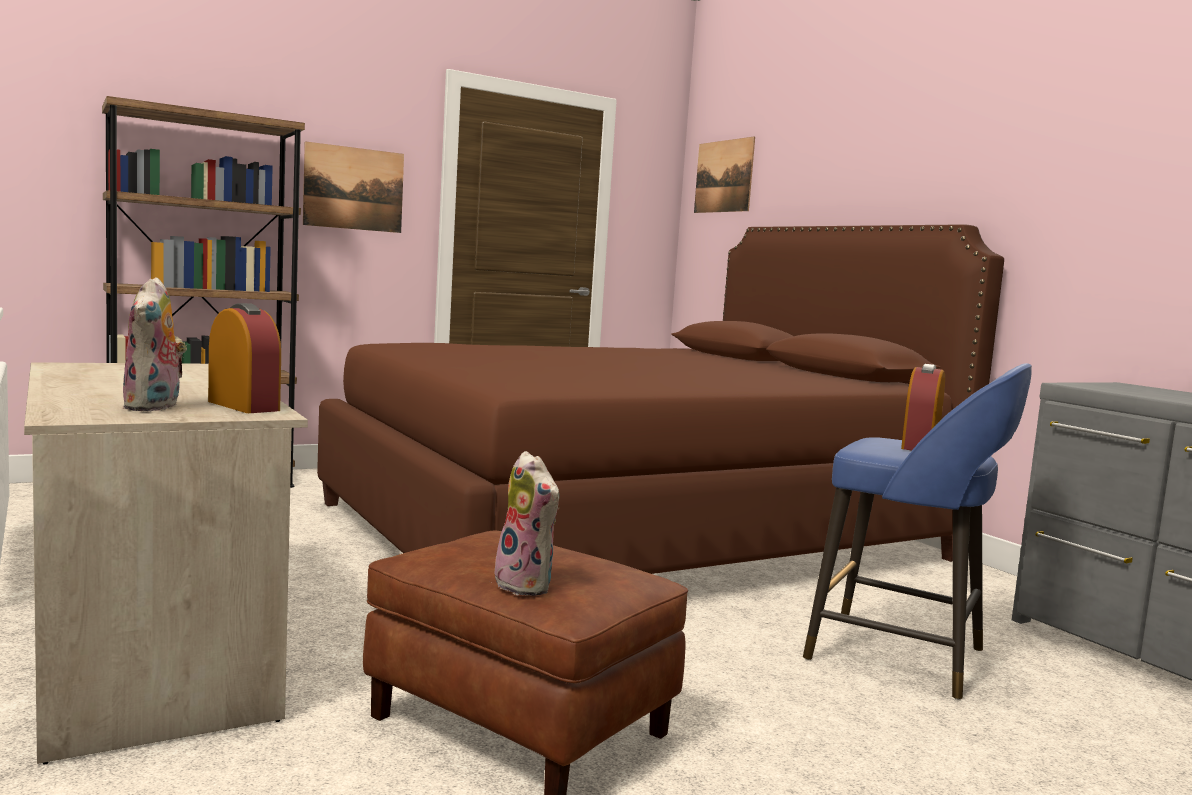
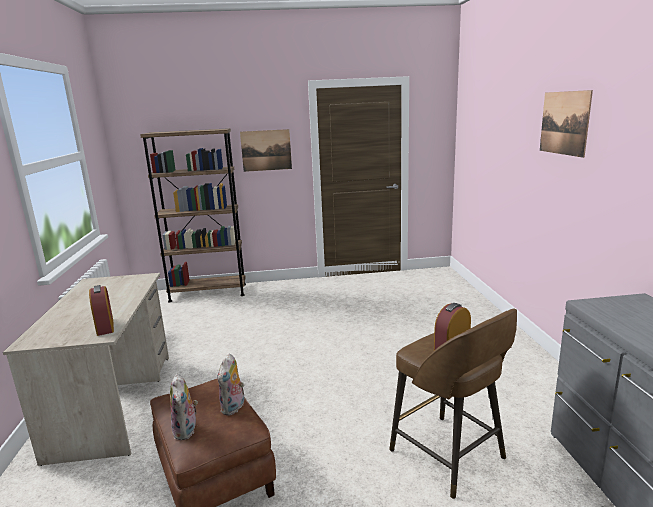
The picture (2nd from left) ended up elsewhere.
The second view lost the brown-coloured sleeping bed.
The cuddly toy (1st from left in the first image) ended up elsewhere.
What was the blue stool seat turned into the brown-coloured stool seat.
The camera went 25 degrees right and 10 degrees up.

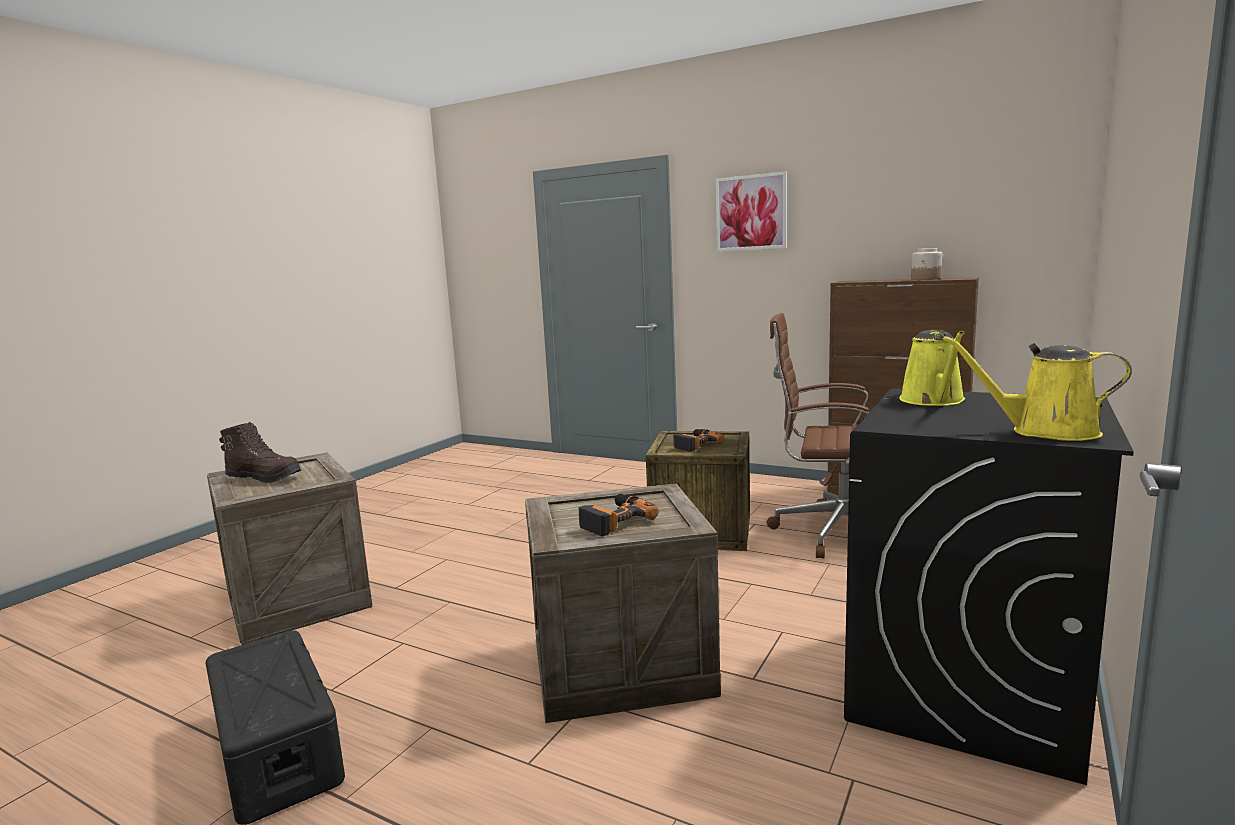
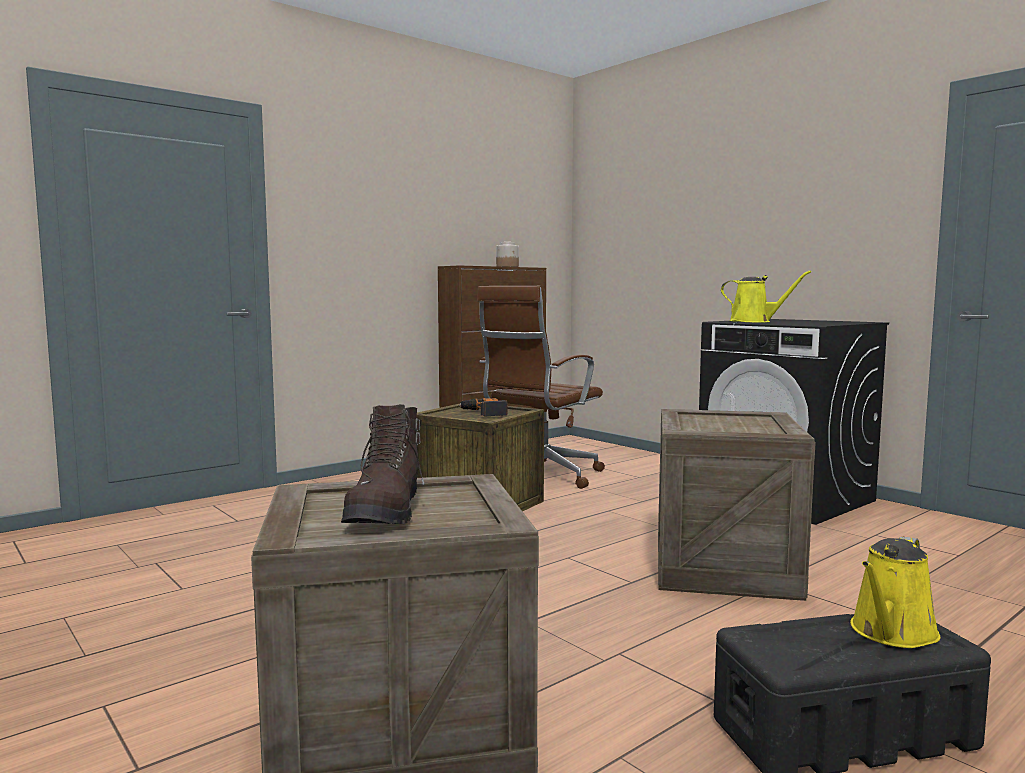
The second view lost the picture.
The yellow-coloured sprinkling can (2nd from left) ended up elsewhere.
The brown-coloured boot ended up facing another way, 150 degrees clockwise from before.
The second view lost the electric drill (1st from left).
The camera went 70 degrees left and 5 degrees down.

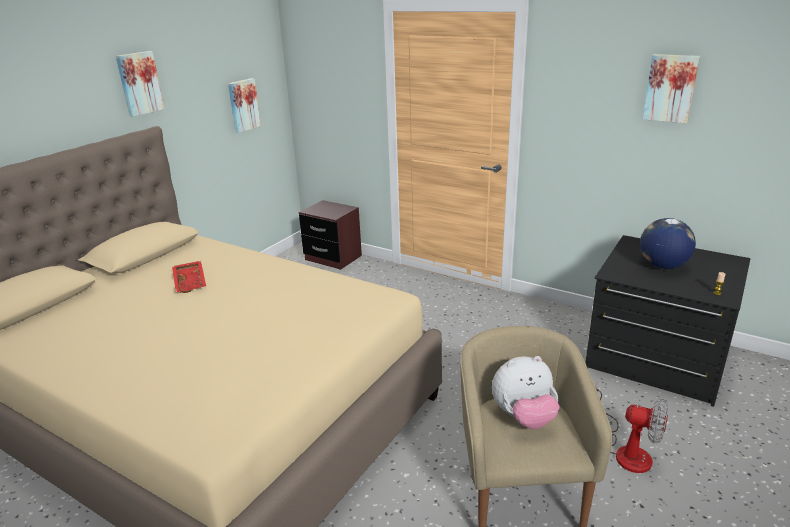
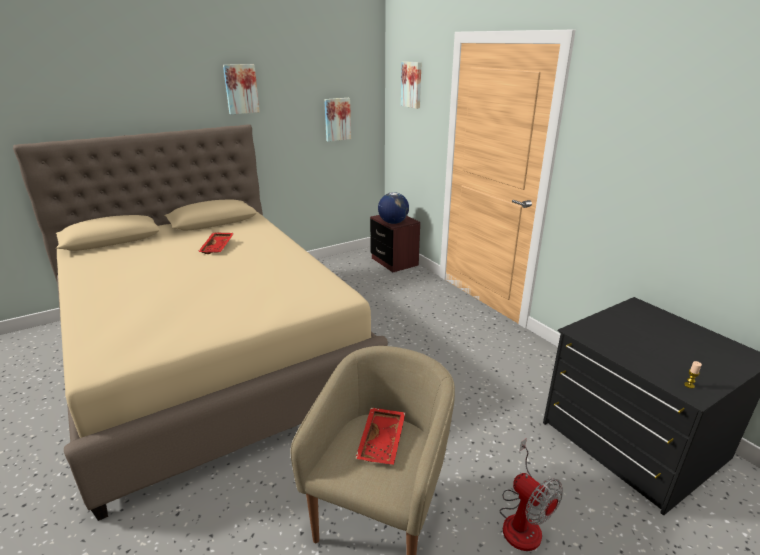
The picture (3rd from left) ended up elsewhere.
The world globe ended up elsewhere.
Where the cuddly toy stood, the red tray (2nd from left) came to stand.
The camera went 25 degrees right and 0 degrees up.

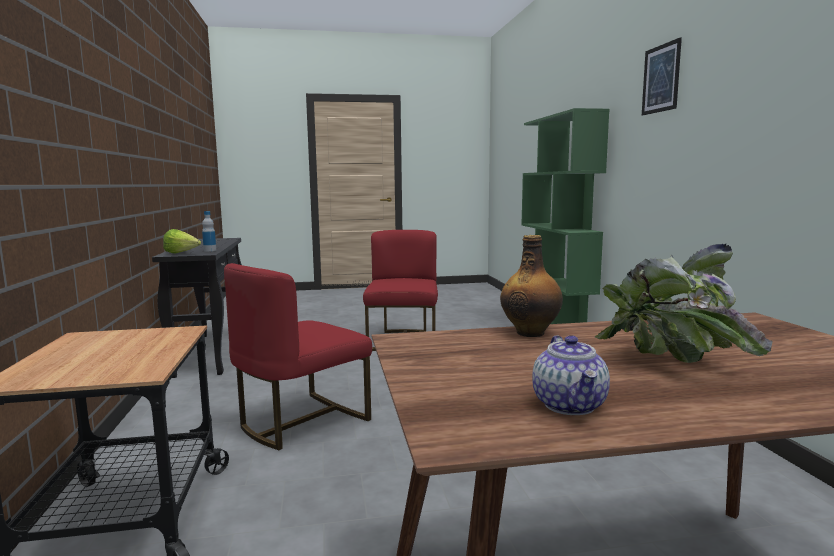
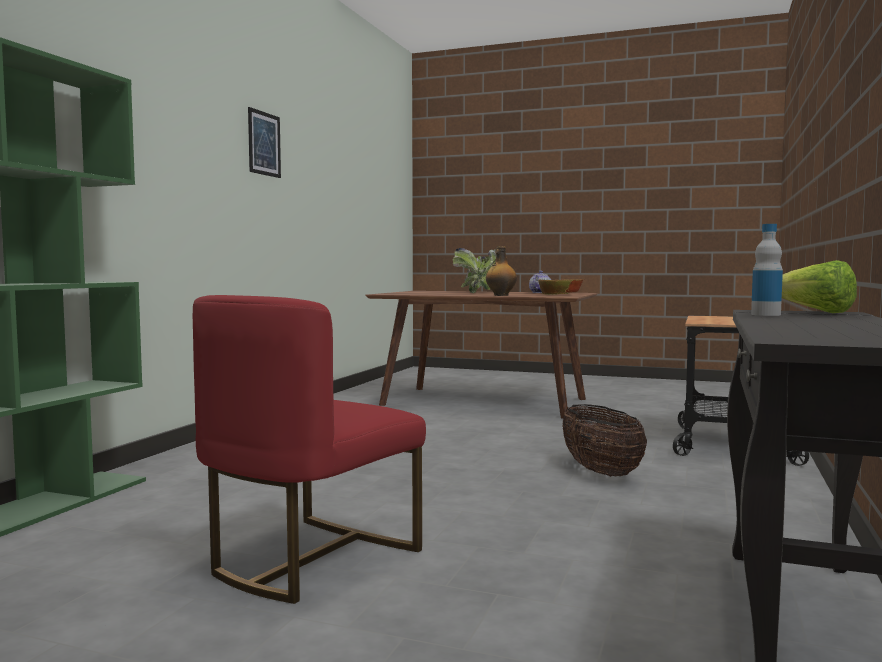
The picture ended up elsewhere.
Where the red chair (1st from left) stood, the basket came to stand.
The second view gained the serving bowl.
The camera went 150 degrees left and 5 degrees down.

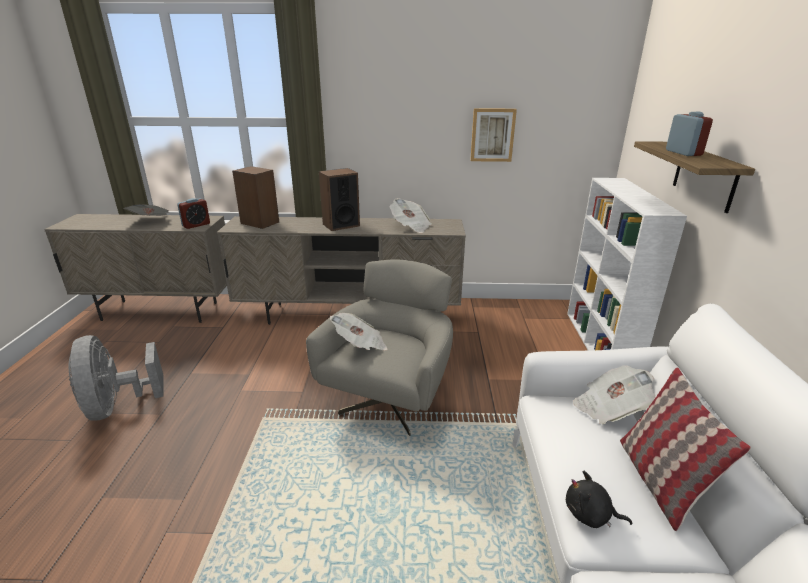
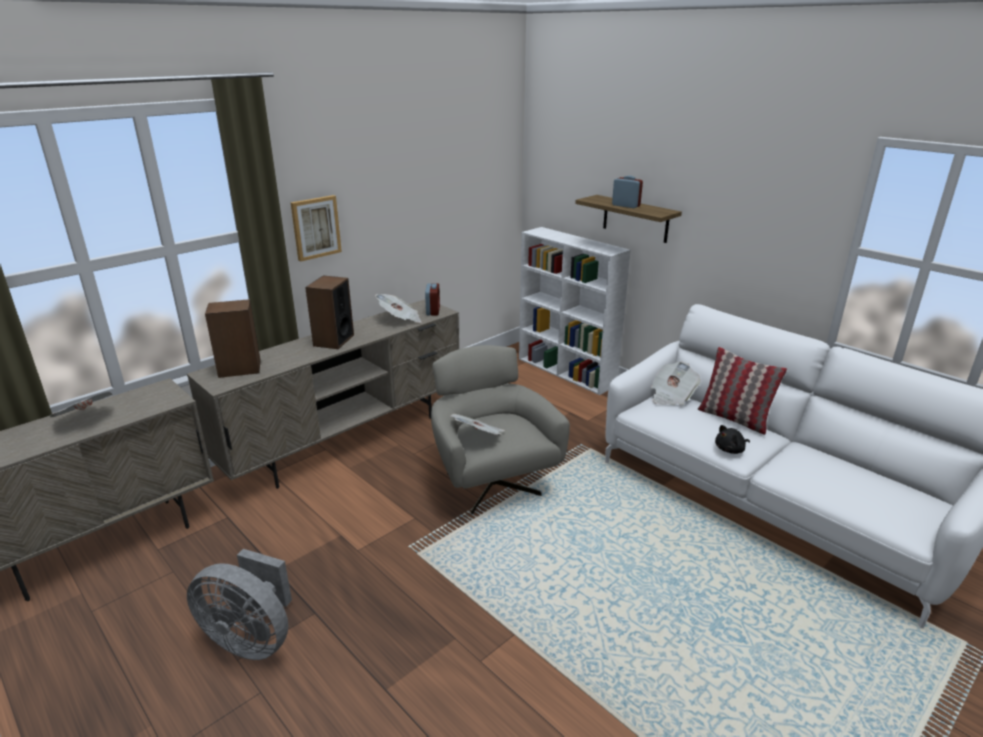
The picture ended up elsewhere.
The alarm clock (1st from left) ended up elsewhere.
The camera went 45 degrees left and 0 degrees up.

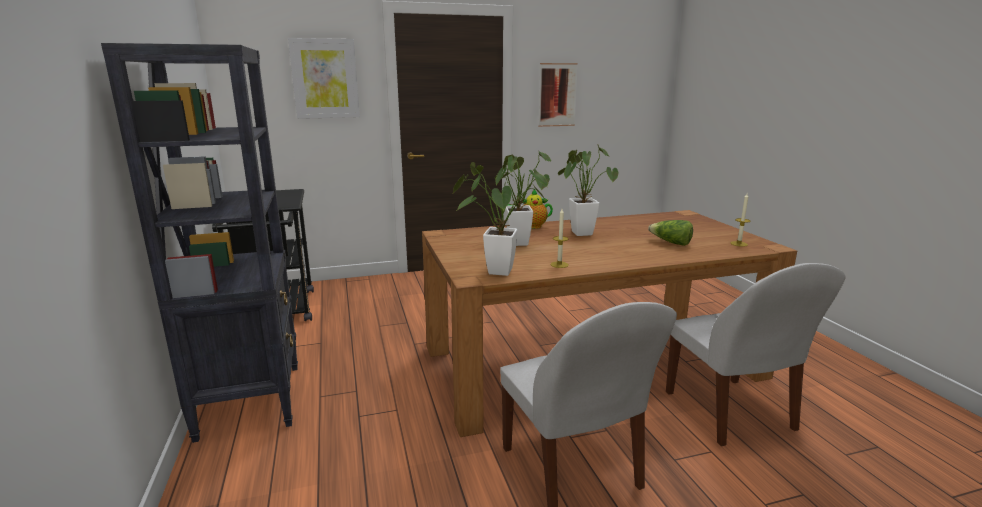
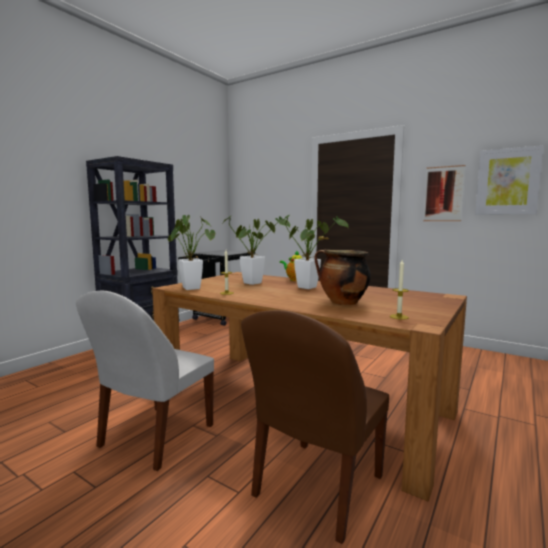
The picture (1st from left in the first image) ended up elsewhere.
Where the lettuce head stood, the stockpot came to stand.
What was the white chair (2nd from left) turned into the brown-coloured chair.
The camera went 50 degrees right and 10 degrees down.

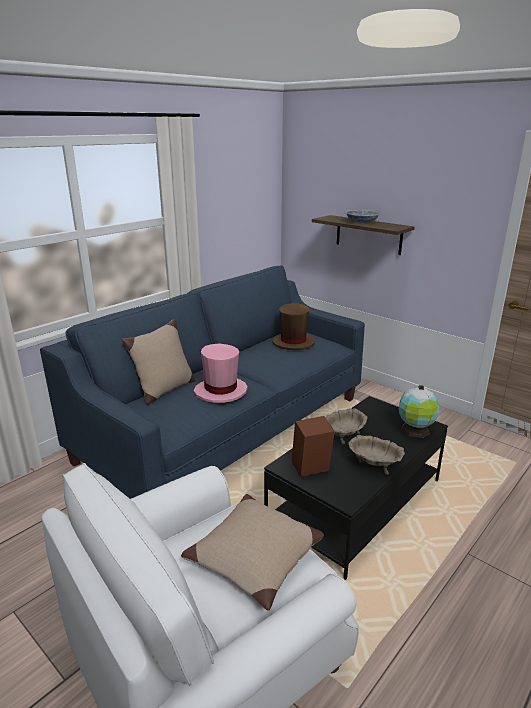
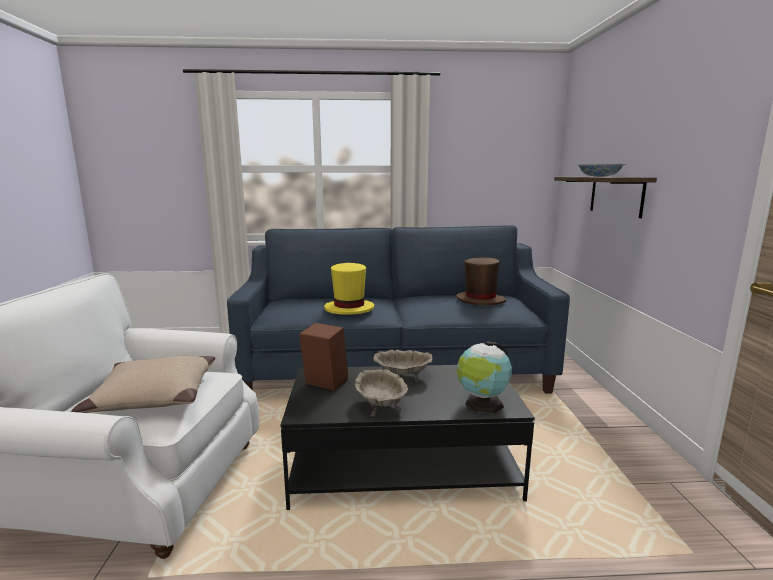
The second view lost the beige-coloured throw pillow (1st from left).
What was the pinkish clothing hat turned into the yellow-coloured clothing hat.
The camera went 45 degrees right and 10 degrees down.

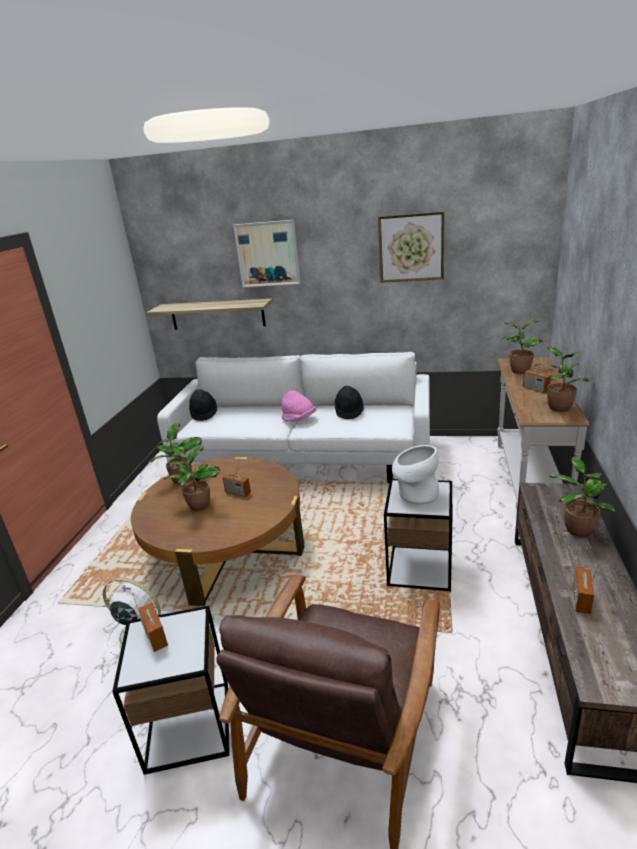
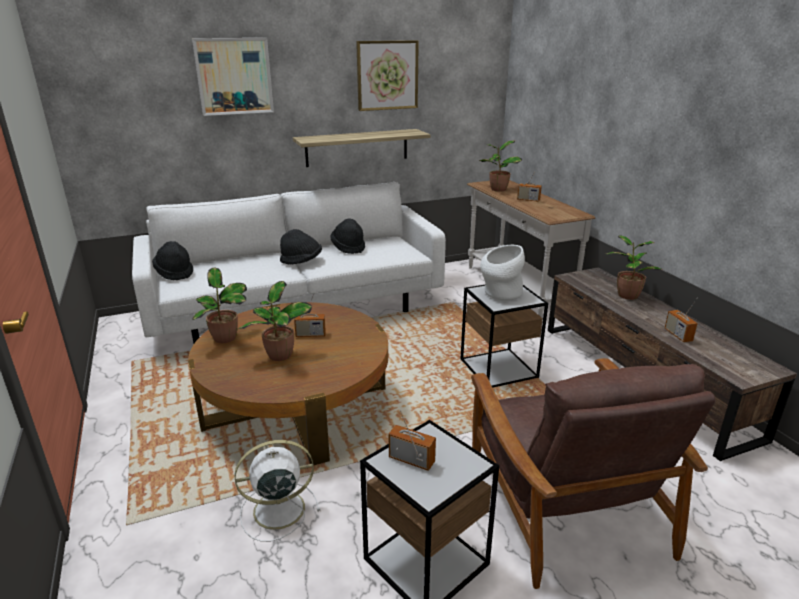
The bracket shelf ended up elsewhere.
The second view lost the potted plant (4th from left).
What was the pinkish clothing hat turned into the black clothing hat (2nd from left).
The camera went 35 degrees left and 0 degrees up.

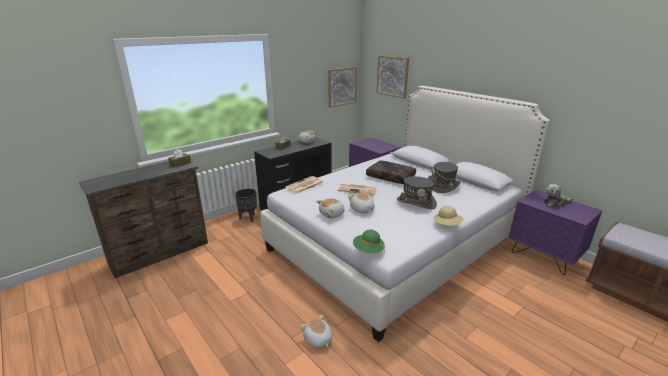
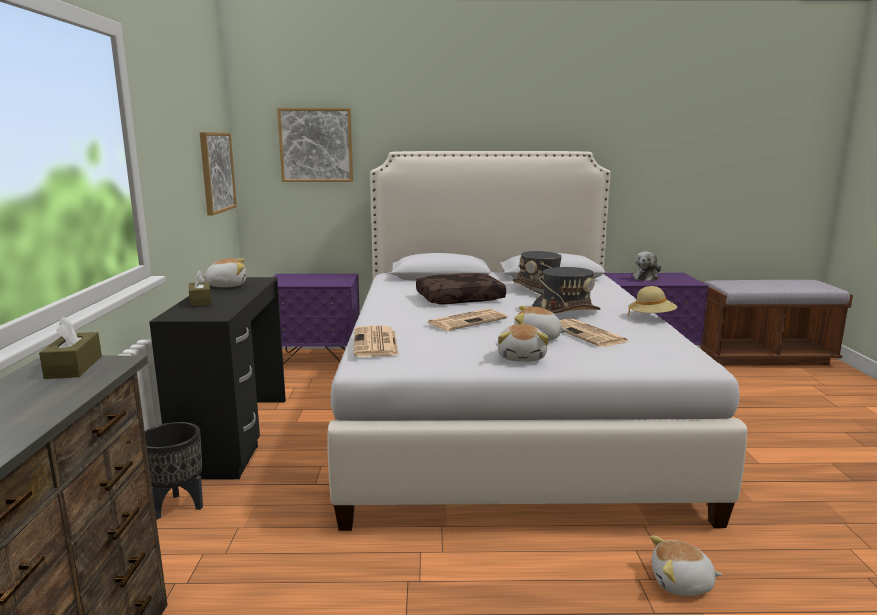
The second view lost the green clothing hat.
The second view gained the newspaper (3rd from left).
The camera went 50 degrees left and 10 degrees down.

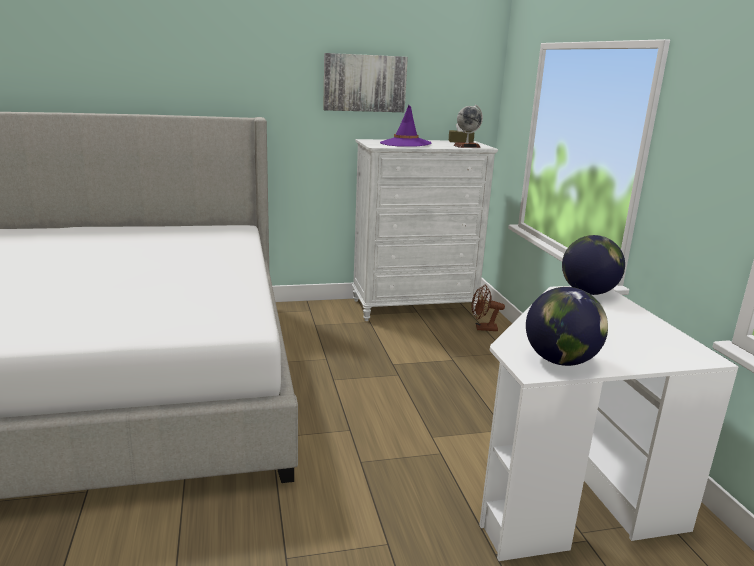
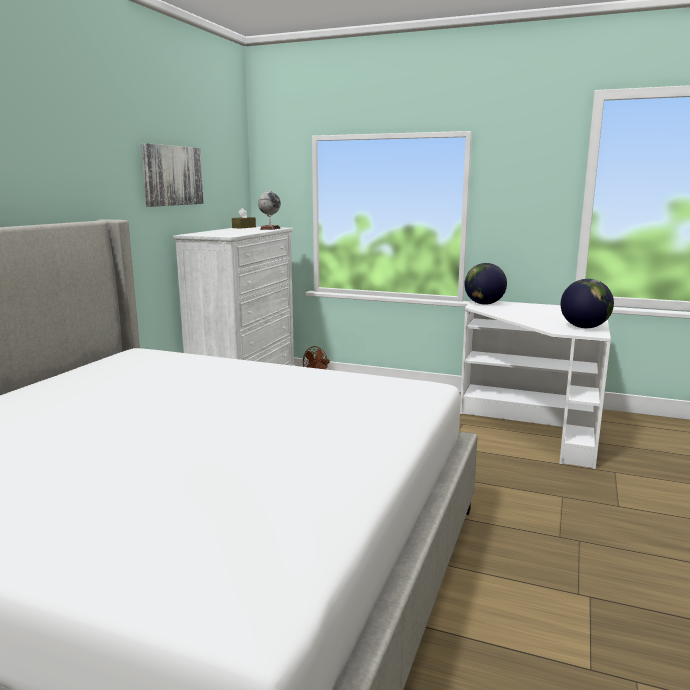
The second view lost the purplish clothing hat.
The camera went 55 degrees left and 5 degrees down.

